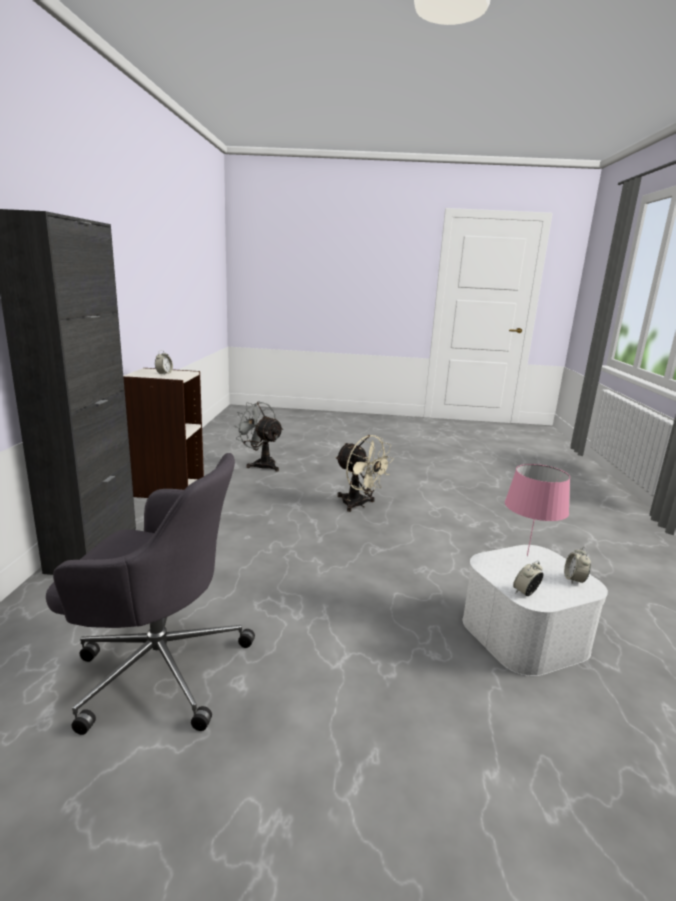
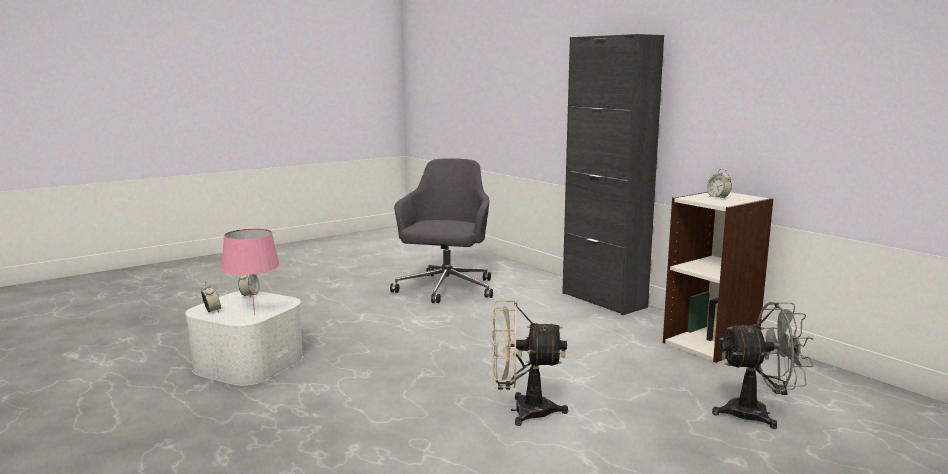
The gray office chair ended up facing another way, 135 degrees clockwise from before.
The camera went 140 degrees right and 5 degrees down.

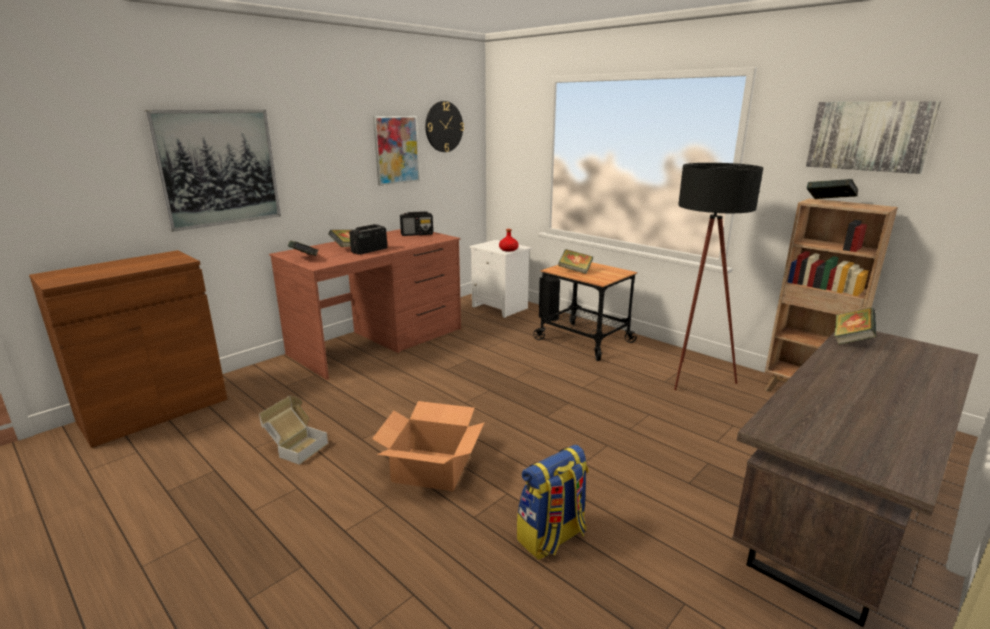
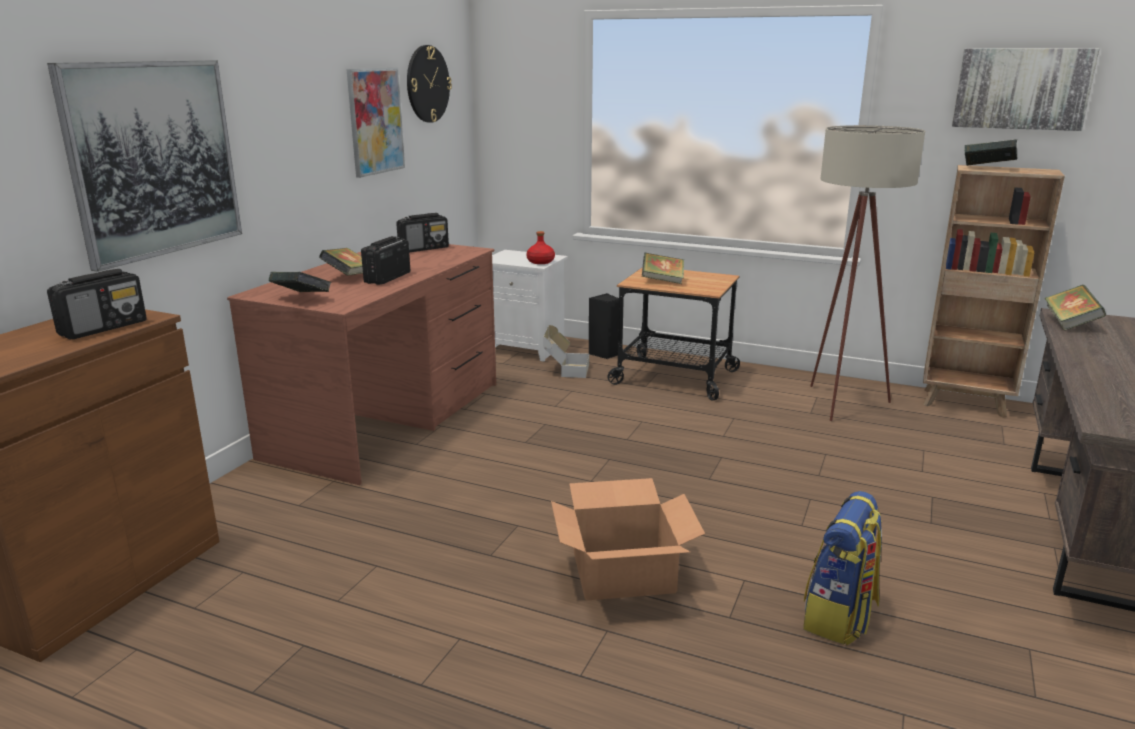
What was the black floor lamp turned into the beige-coloured floor lamp.
The carton (1st from left) ended up elsewhere.
The second view gained the radio receiver (1st from left).
The camera went 20 degrees left and 0 degrees up.

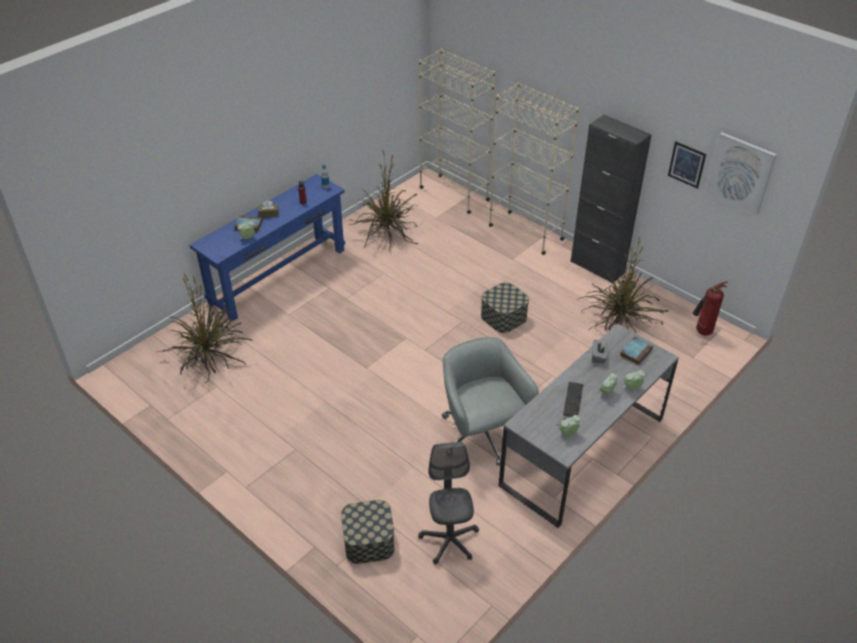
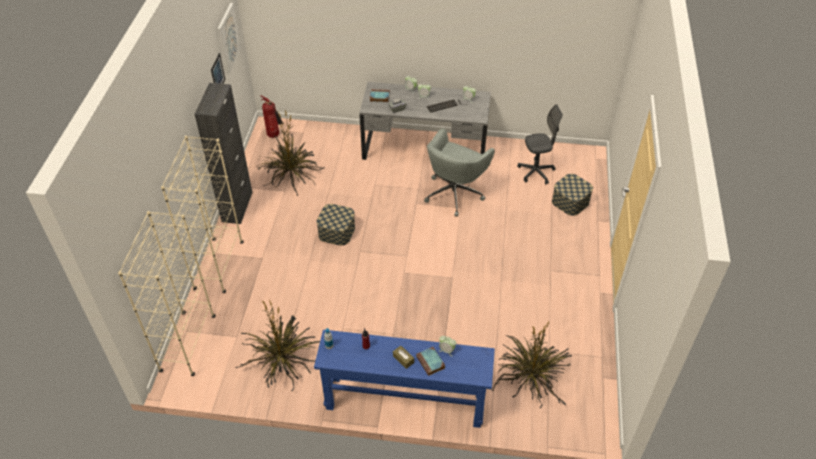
The gray office chair (1st from left in the first image) ended up facing another way, 150 degrees counterclockwise from before.
The camera went 125 degrees left and 5 degrees up.

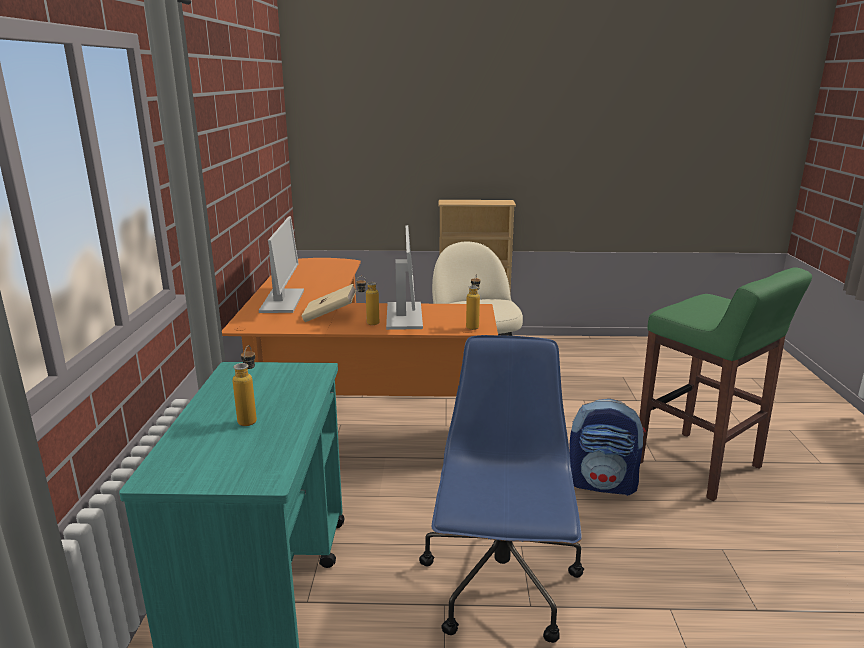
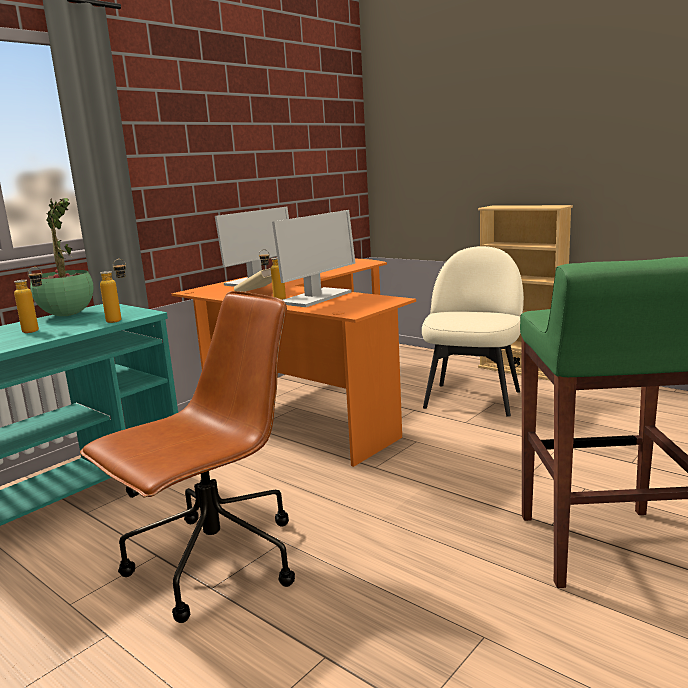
The beverage bottle (3rd from left in the first image) ended up elsewhere.
What was the blue office chair turned into the brown-coloured office chair.
The second view lost the backpack.
The second view gained the potted plant.
The camera went 40 degrees right and 5 degrees down.

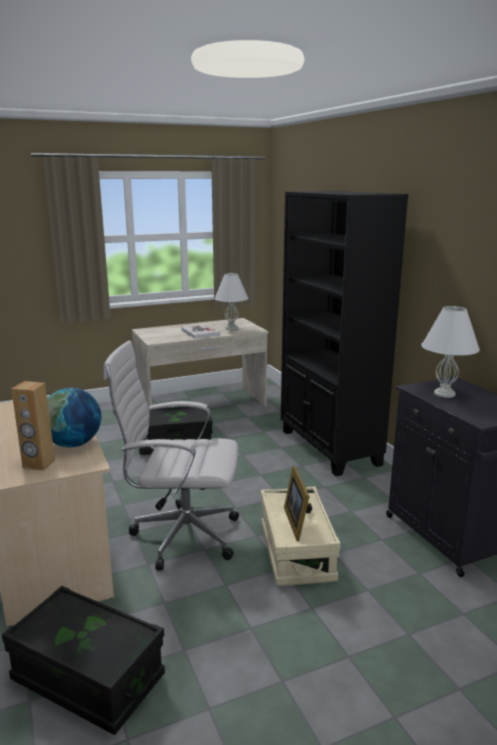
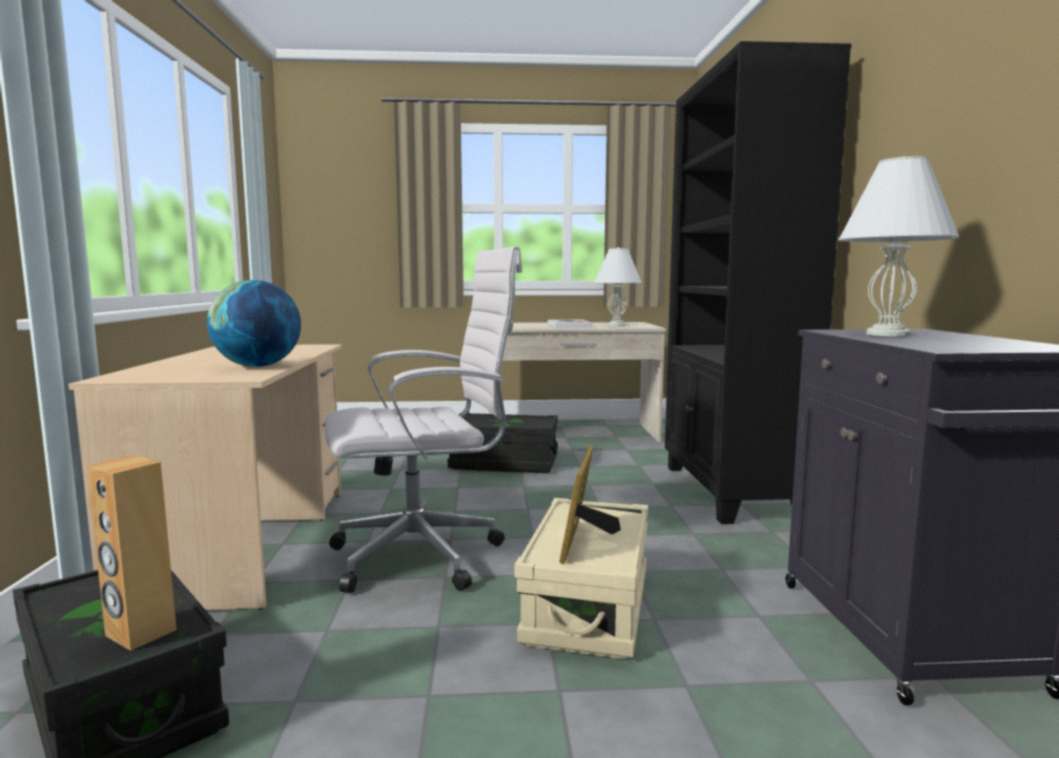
The white office chair ended up facing another way, 135 degrees clockwise from before.
The brown-coloured speaker ended up elsewhere.
The camera went 20 degrees right and 10 degrees down.

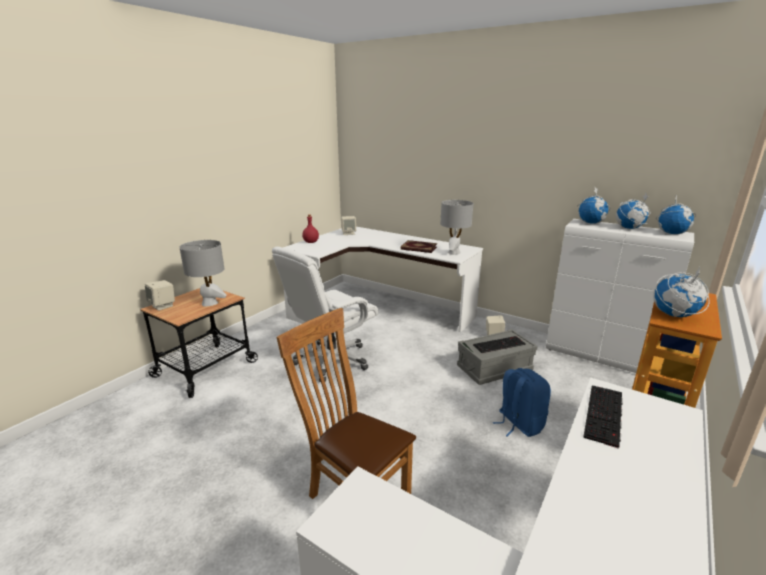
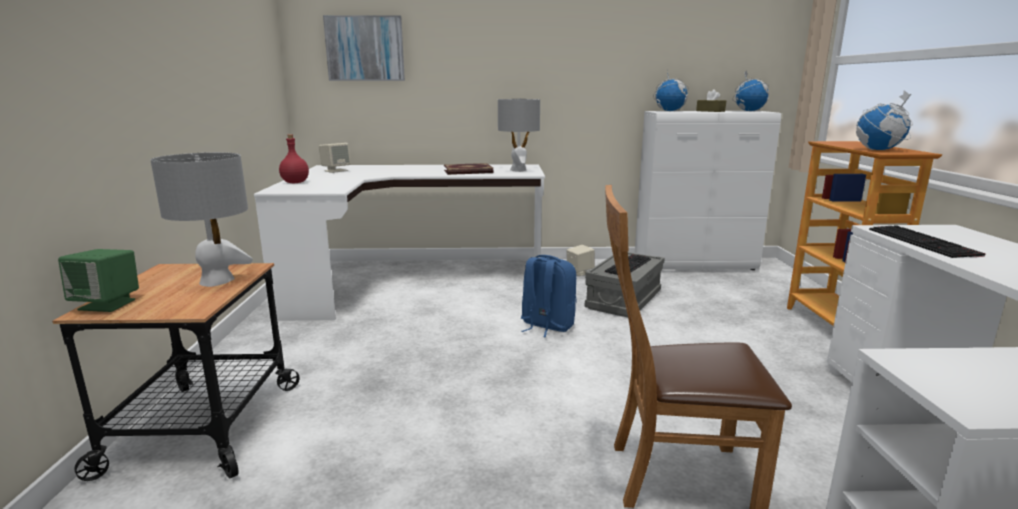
Where the world globe (2nd from left) stood, the brown-coloured tissue box came to stand.
The second view lost the white office chair.
What was the beige-coloured speaker (1st from left) turned into the green speaker.
The blue backpack ended up elsewhere.
The second view gained the picture.
The camera went 35 degrees left and 5 degrees down.

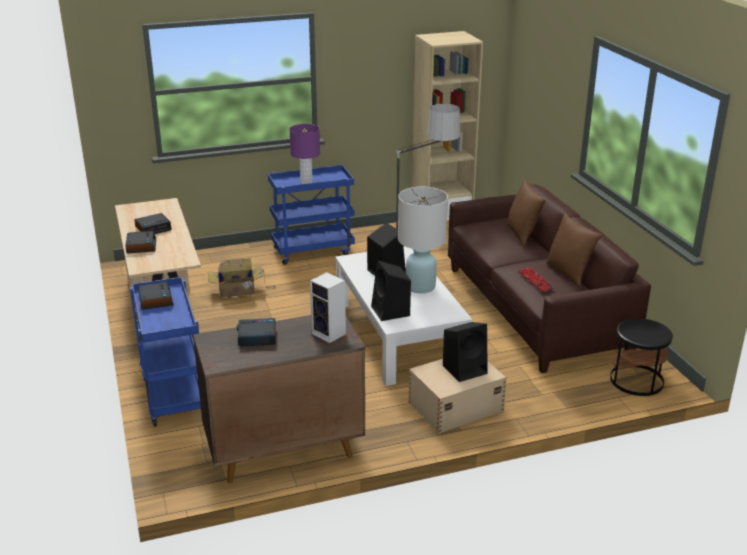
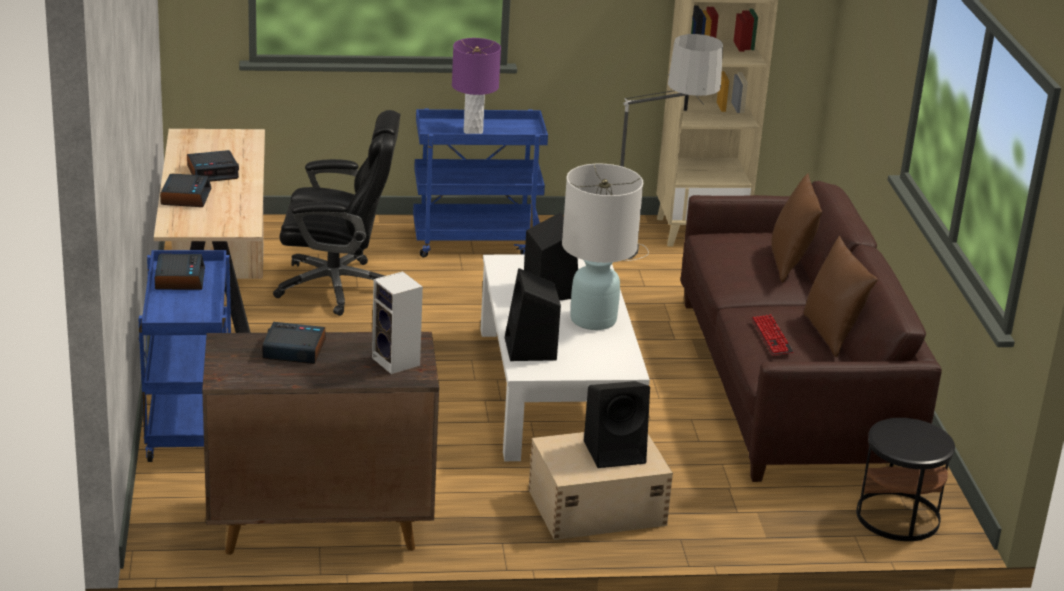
Where the carton stood, the black office chair came to stand.
The camera went 10 degrees right and 0 degrees up.

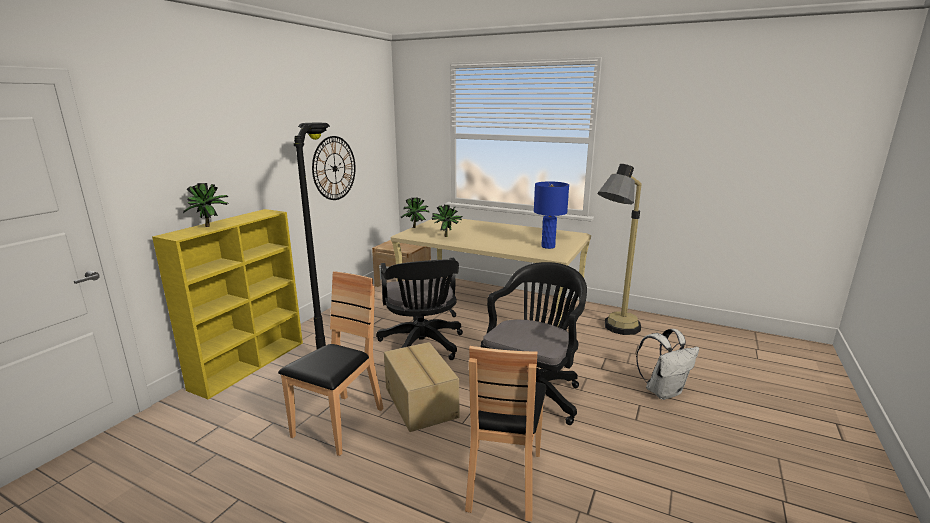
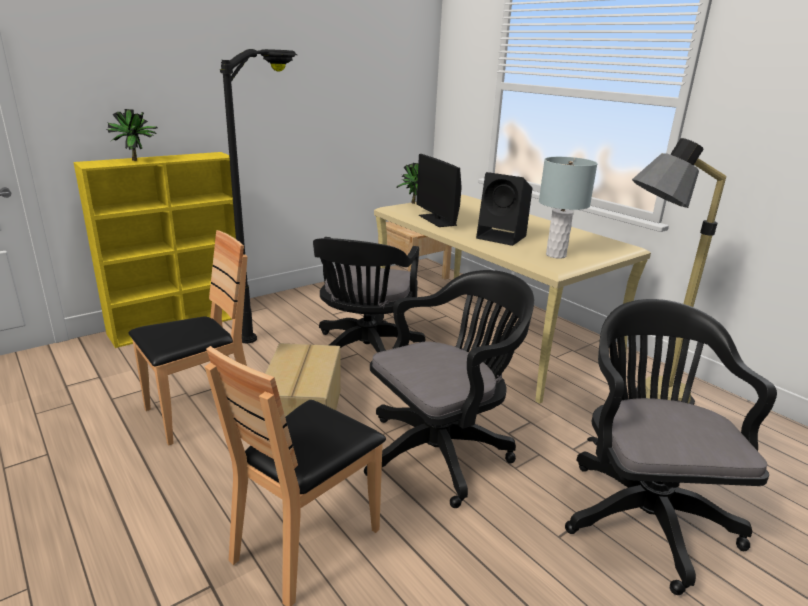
The second view lost the clock on the wall.
What was the blue tabletop lamp turned into the gray tabletop lamp.
Where the potted plant (3rd from left) stood, the monitor came to stand.
Where the white backpack stood, the black office chair (3rd from left) came to stand.
The second view gained the black speaker.
The camera went 25 degrees right and 5 degrees up.

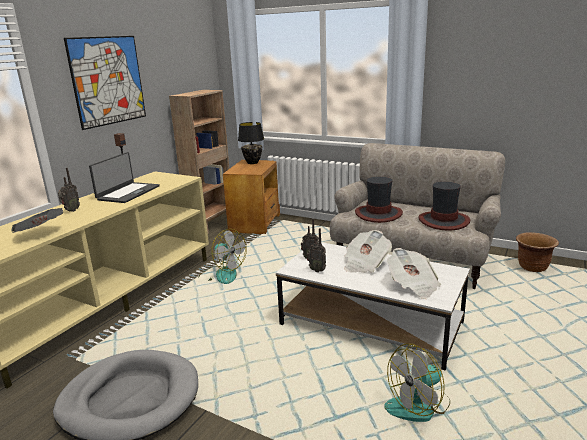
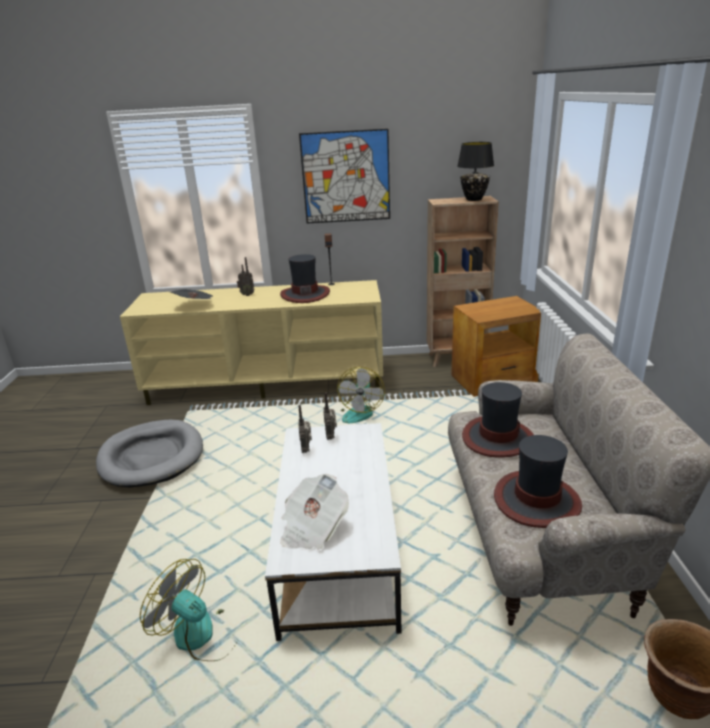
The black tabletop lamp ended up elsewhere.
Where the notebook computer stood, the clothing hat (1st from left) came to stand.
The second view lost the newspaper (2nd from left).
The camera went 60 degrees right and 5 degrees up.

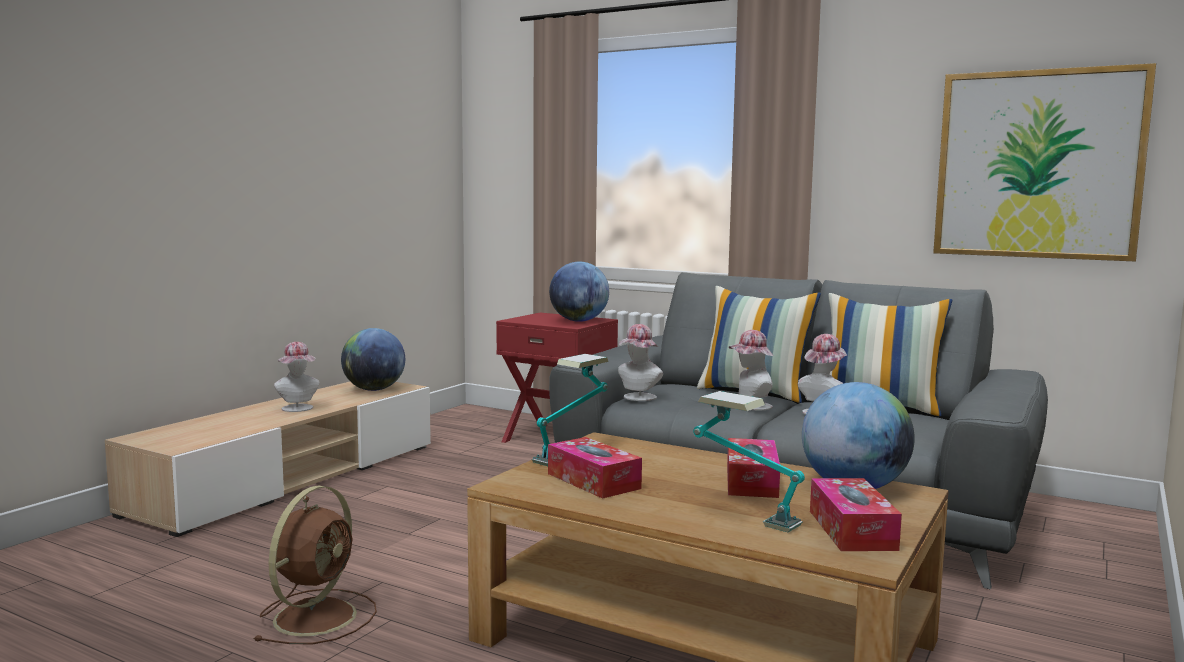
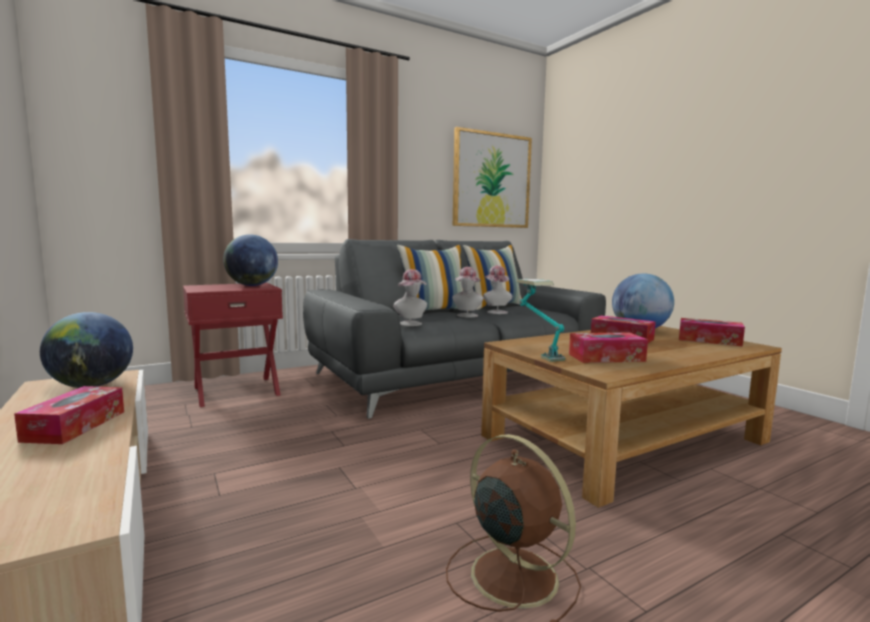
Where the clothing hat (1st from left) stood, the tissue box (1st from left) came to stand.
The second view lost the tabletop lamp (2nd from left).
The camera went 60 degrees left and 0 degrees up.

